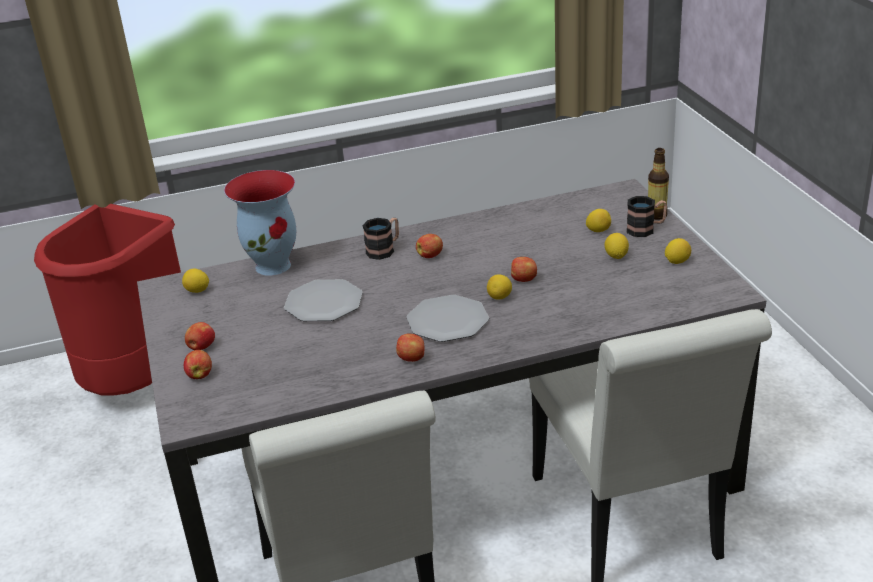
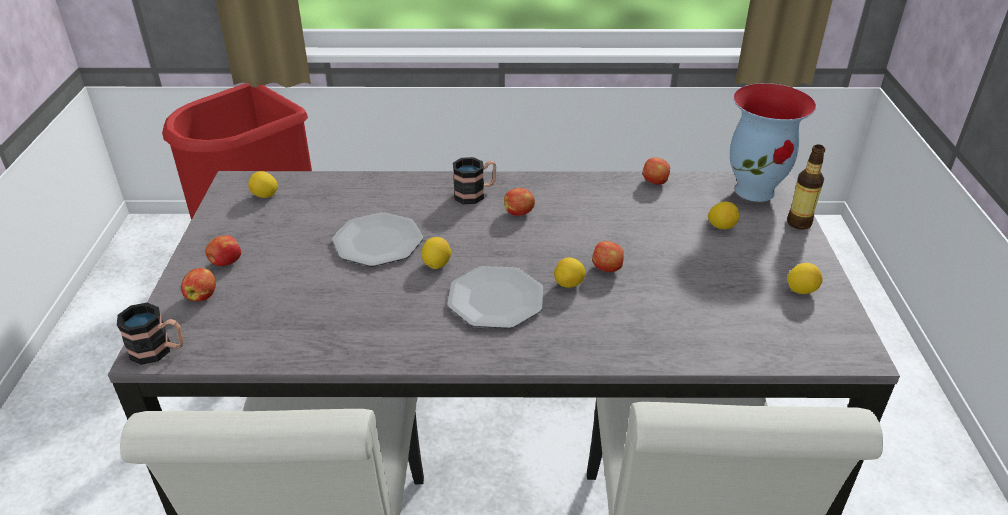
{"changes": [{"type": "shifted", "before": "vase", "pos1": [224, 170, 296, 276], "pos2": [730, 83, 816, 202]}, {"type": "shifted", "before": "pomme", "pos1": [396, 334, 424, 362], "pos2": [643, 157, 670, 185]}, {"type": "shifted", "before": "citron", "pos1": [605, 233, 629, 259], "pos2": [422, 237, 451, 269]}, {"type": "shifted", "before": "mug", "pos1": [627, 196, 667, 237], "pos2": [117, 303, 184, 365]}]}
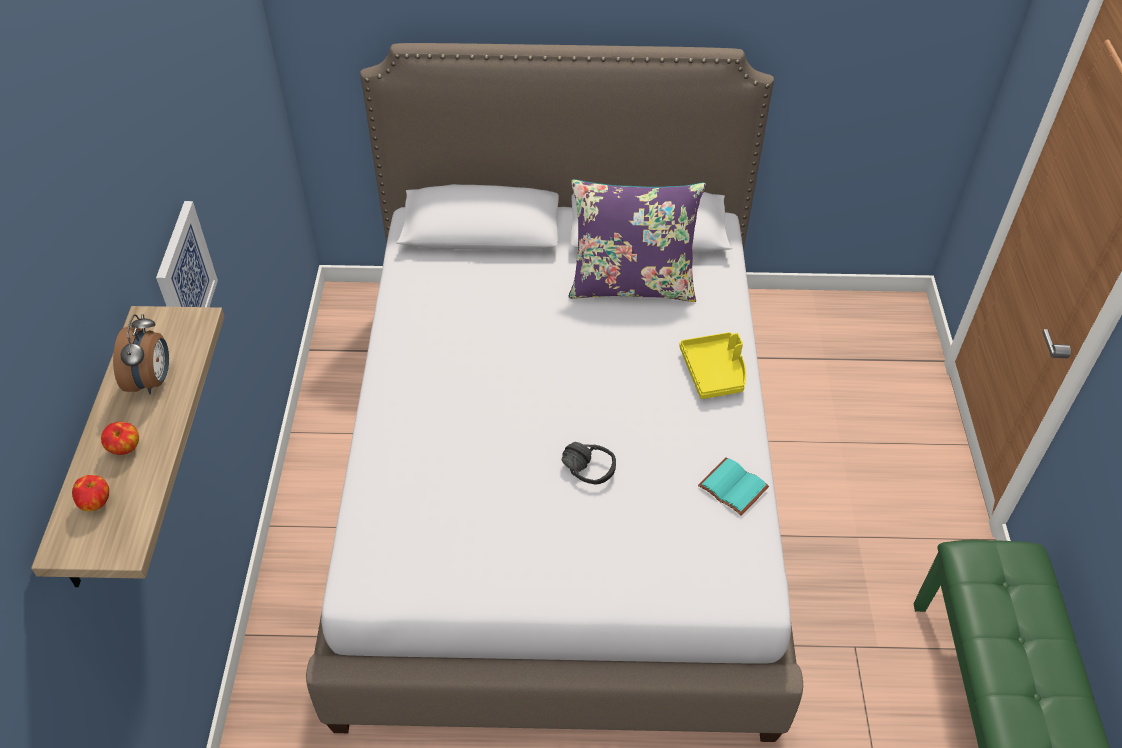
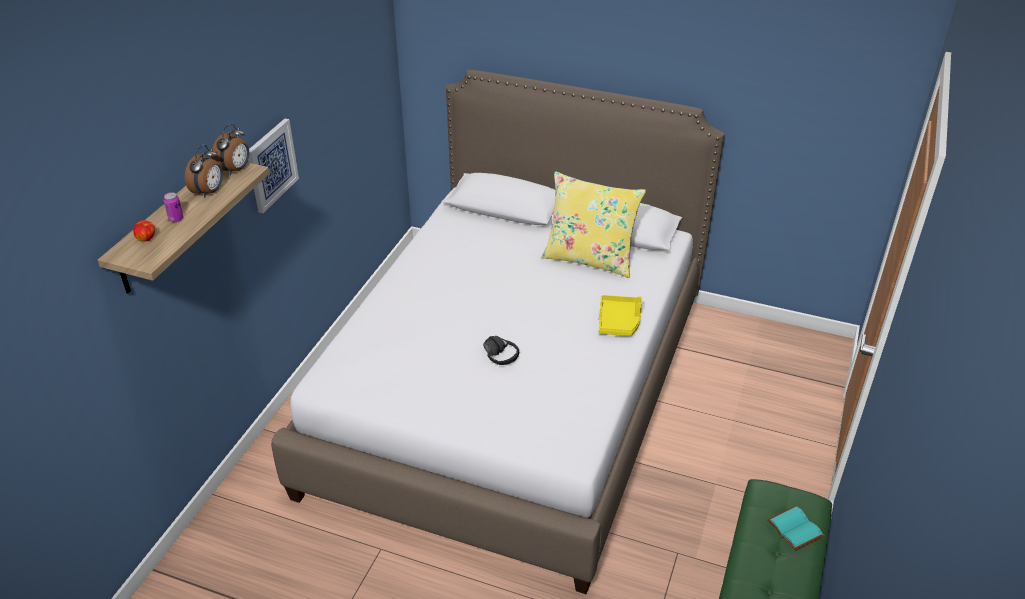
{"changes": [{"type": "new", "after": "réveil", "pos2": [212, 124, 249, 175]}, {"type": "shifted", "before": "livre (turquoise)", "pos1": [698, 457, 769, 516], "pos2": [767, 506, 824, 551]}, {"type": "swapped", "before": "pomme", "after": "boîte métallique", "pos1": [101, 422, 139, 455], "pos2": [163, 192, 184, 222]}, {"type": "repainted", "before": "coussin (violet)", "after": "coussin (jaune)", "pos1": [568, 179, 706, 302], "pos2": [542, 171, 646, 278]}]}
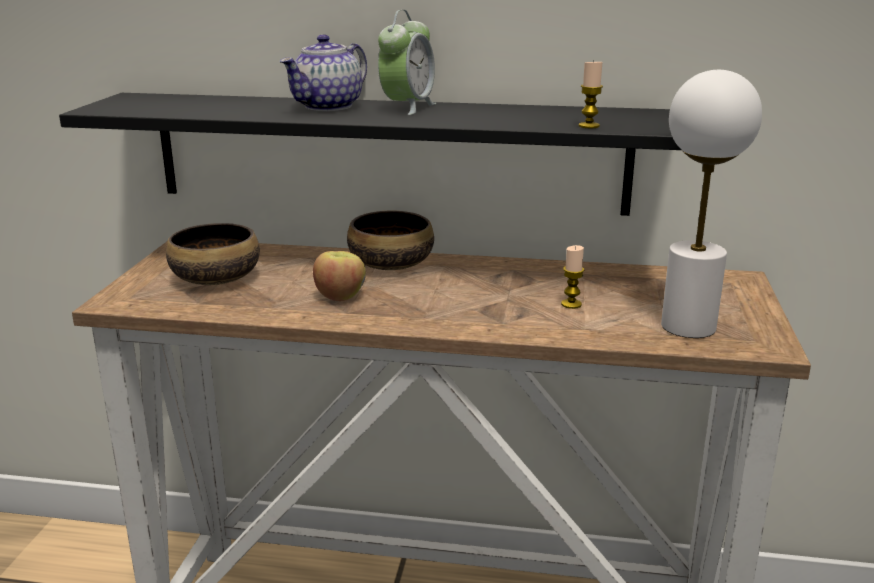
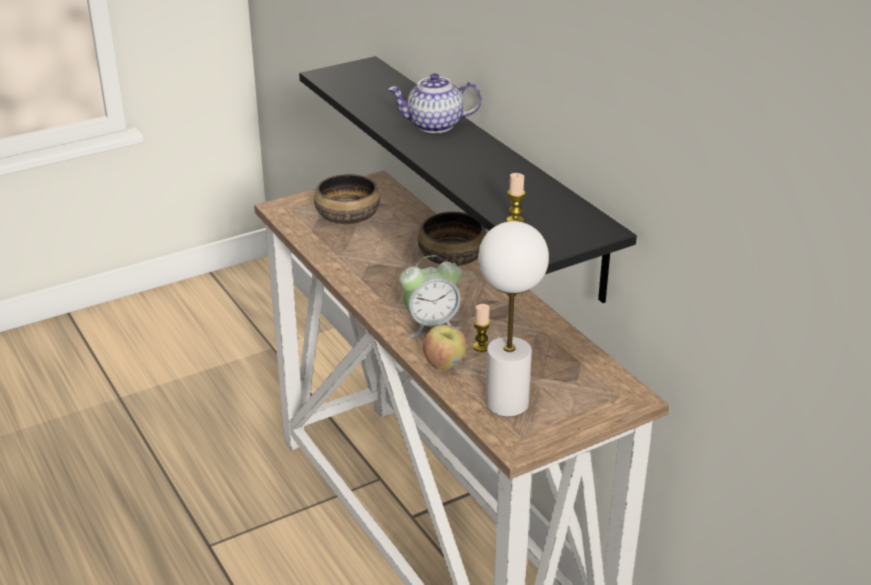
{"changes": [{"type": "shifted", "before": "pomme", "pos1": [313, 251, 366, 301], "pos2": [423, 325, 467, 369]}, {"type": "shifted", "before": "réveil", "pos1": [378, 10, 436, 115], "pos2": [399, 255, 462, 337]}]}
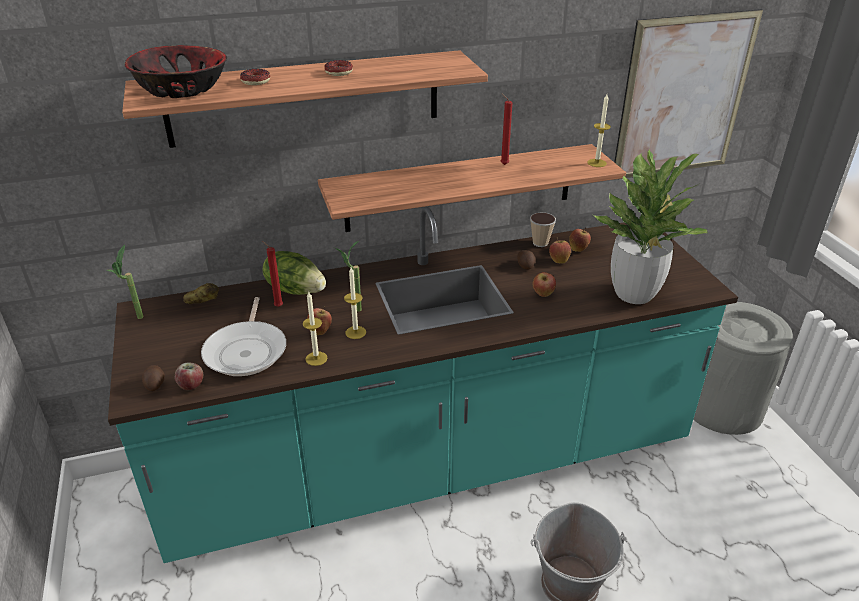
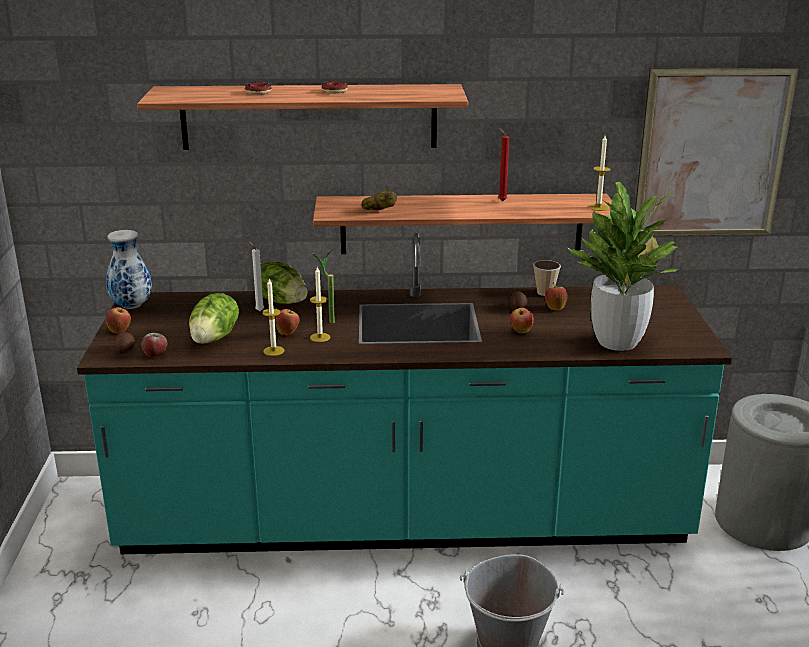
{"changes": [{"type": "gone", "before": "bol", "pos1": [125, 45, 227, 98]}, {"type": "shifted", "before": "pomme de terre", "pos1": [183, 283, 219, 304], "pos2": [361, 190, 397, 210]}, {"type": "shifted", "before": "pomme", "pos1": [569, 227, 591, 252], "pos2": [106, 306, 131, 333]}, {"type": "swapped", "before": "plante en pot", "after": "vase", "pos1": [107, 245, 143, 319], "pos2": [106, 230, 152, 309]}, {"type": "swapped", "before": "poêle", "after": "laitue", "pos1": [201, 297, 286, 376], "pos2": [189, 293, 239, 344]}, {"type": "repainted", "before": "bougie (rouge)", "after": "bougie (blanc)", "pos1": [262, 241, 283, 307], "pos2": [250, 242, 264, 311]}]}
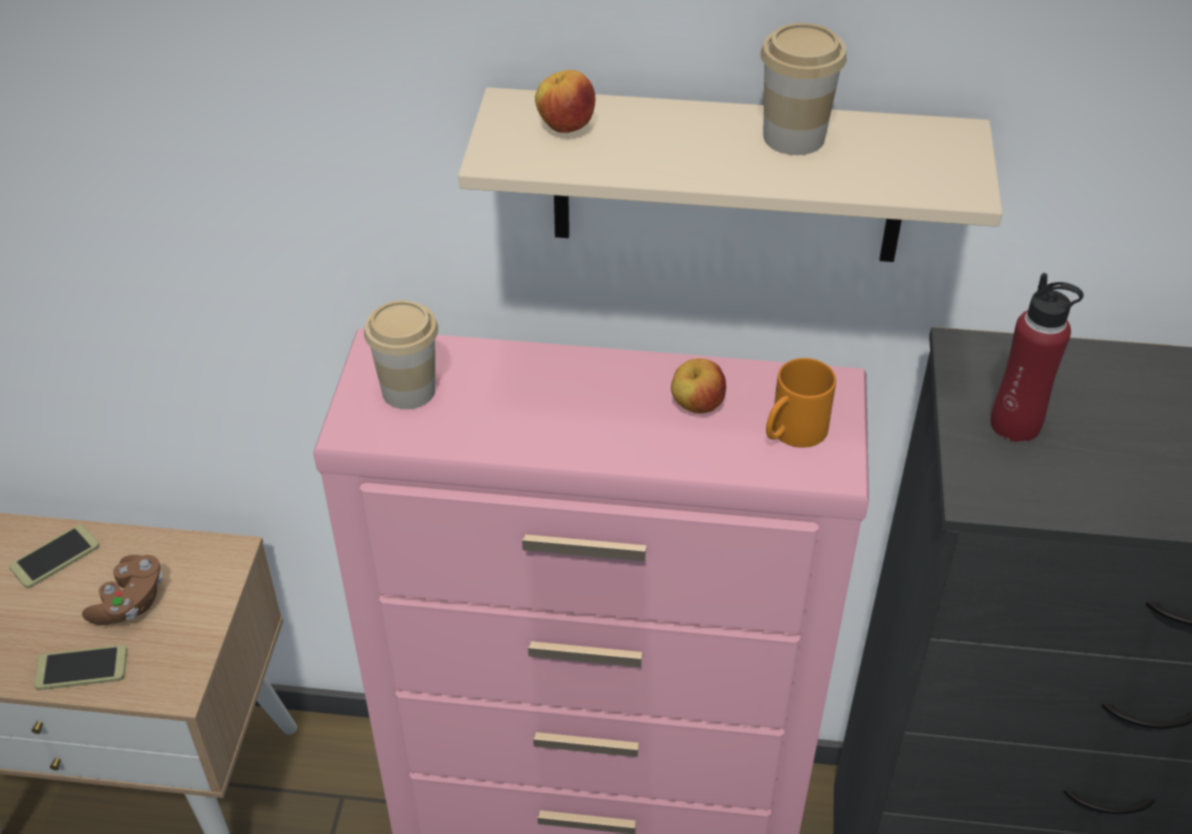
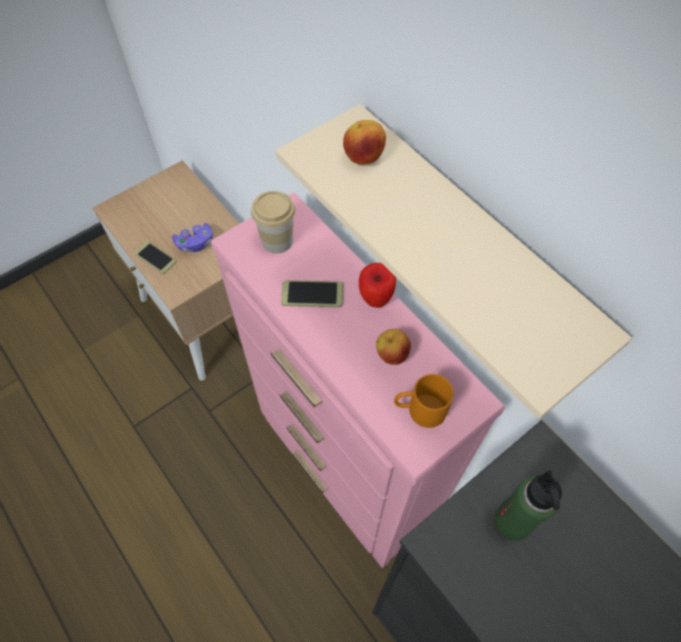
{"changes": [{"type": "gone", "before": "tasse", "pos1": [760, 23, 847, 155]}, {"type": "new", "after": "pomme", "pos2": [359, 263, 396, 308]}, {"type": "shifted", "before": "téléphone", "pos1": [9, 524, 99, 588], "pos2": [281, 280, 343, 307]}, {"type": "repainted", "before": "manette (marron)", "after": "manette (violet)", "pos1": [82, 555, 163, 625], "pos2": [172, 223, 213, 252]}, {"type": "repainted", "before": "bouteille (rouge)", "after": "bouteille (vert)", "pos1": [990, 273, 1083, 442], "pos2": [494, 470, 562, 541]}]}
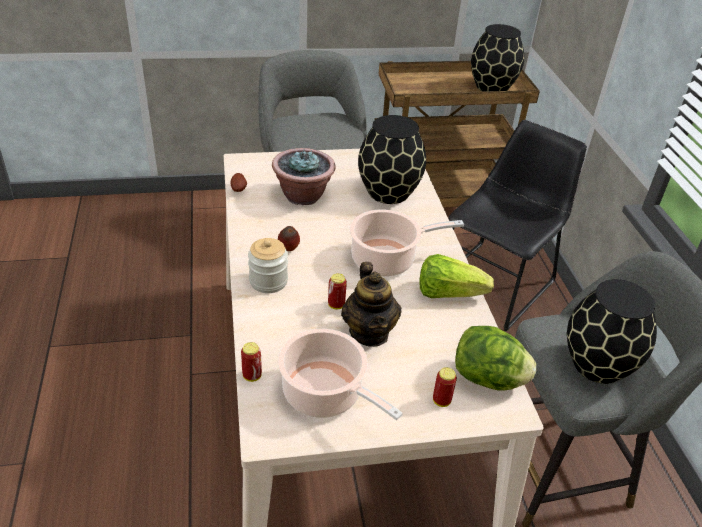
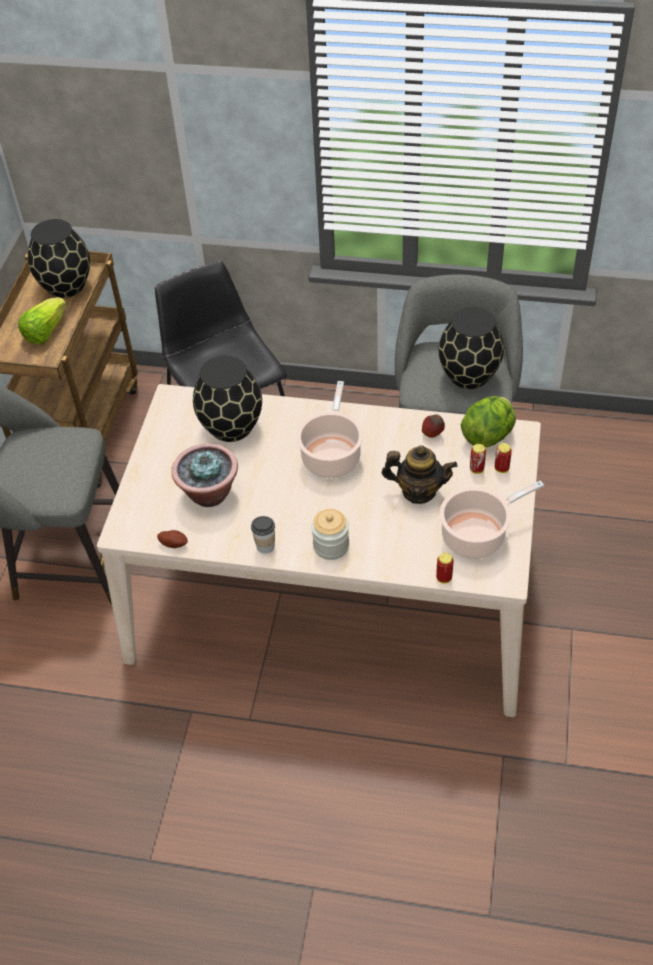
{"changes": [{"type": "new", "after": "tasse", "pos2": [251, 516, 275, 554]}, {"type": "shifted", "before": "pomme", "pos1": [278, 226, 300, 251], "pos2": [422, 414, 445, 438]}, {"type": "shifted", "before": "boîte métallique", "pos1": [328, 273, 347, 309], "pos2": [470, 444, 486, 474]}, {"type": "shifted", "before": "laitue", "pos1": [419, 254, 494, 298], "pos2": [18, 297, 66, 344]}]}
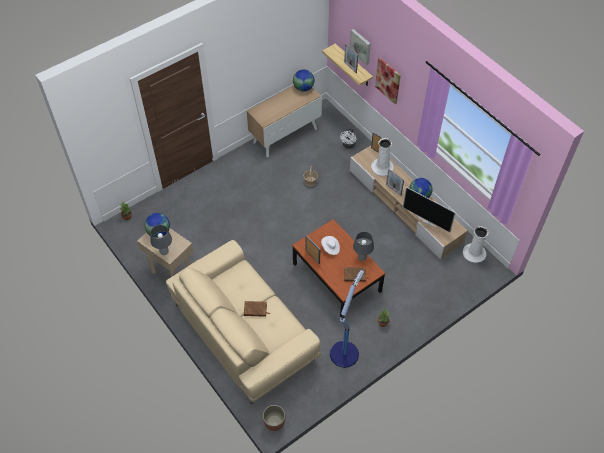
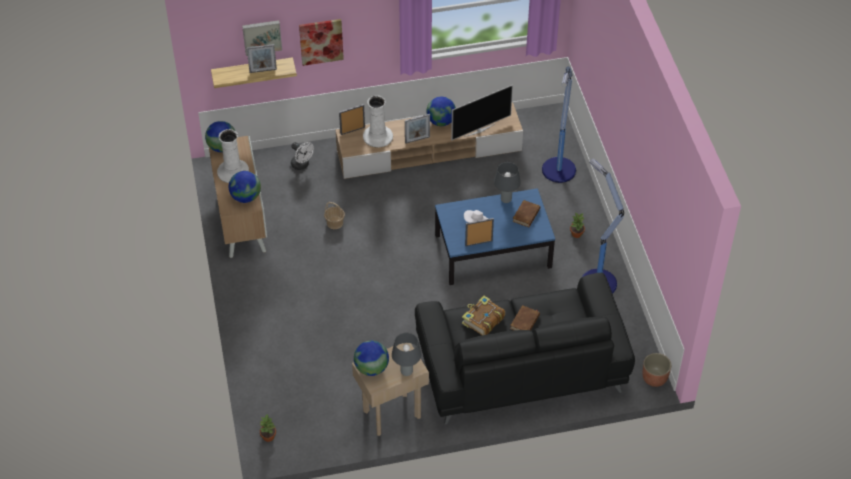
{"changes": [{"type": "new", "after": "globe", "pos2": [229, 171, 261, 203]}, {"type": "new", "after": "livre", "pos2": [462, 295, 505, 335]}, {"type": "new", "after": "lampadaire", "pos2": [542, 67, 576, 183]}, {"type": "shifted", "before": "vase (blanc)", "pos1": [463, 226, 488, 263], "pos2": [217, 129, 249, 183]}, {"type": "repainted", "before": "canapé (beige)", "after": "canapé (noir)", "pos1": [166, 240, 321, 404], "pos2": [415, 273, 635, 424]}, {"type": "repainted", "before": "table basse (marron)", "after": "table basse (bleu)", "pos1": [292, 219, 385, 318], "pos2": [435, 188, 555, 285]}]}
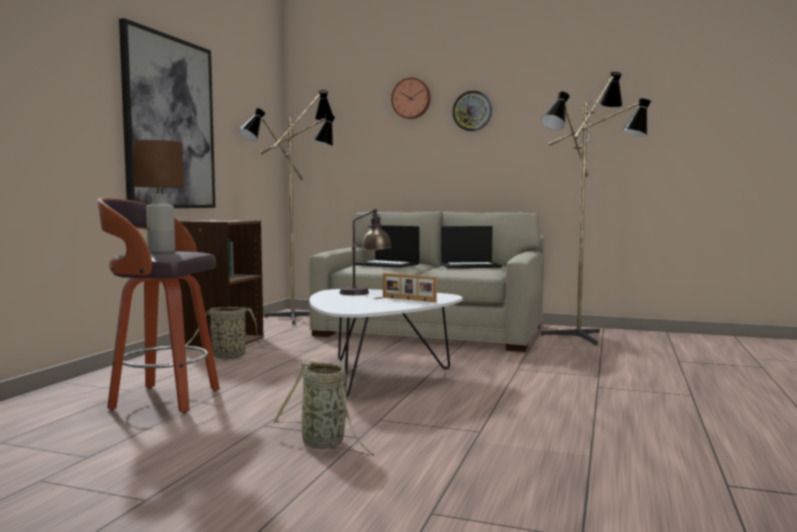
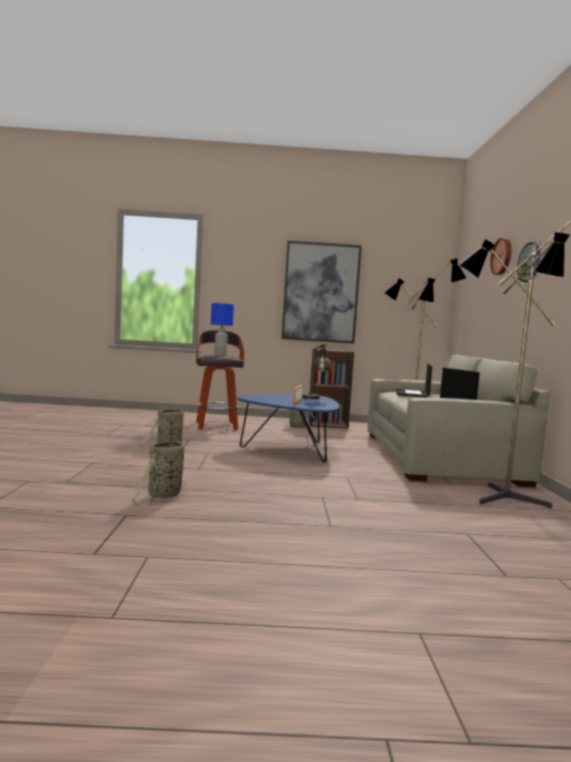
{"changes": [{"type": "new", "after": "panier", "pos2": [132, 440, 186, 507]}, {"type": "repainted", "before": "lampe de table (marron)", "after": "lampe de table (bleu)", "pos1": [132, 140, 184, 252], "pos2": [211, 303, 234, 356]}, {"type": "repainted", "before": "table basse (blanc)", "after": "table basse (bleu)", "pos1": [310, 289, 463, 397], "pos2": [237, 394, 339, 462]}]}
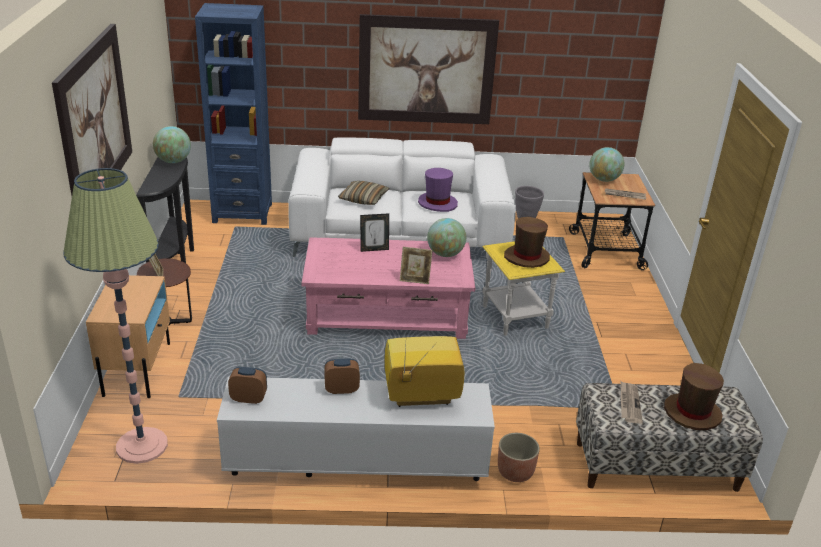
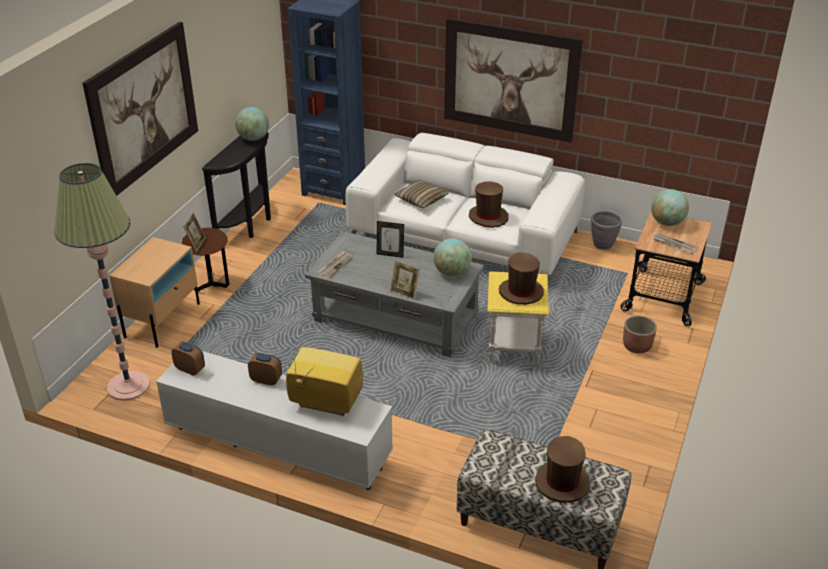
{"changes": [{"type": "shifted", "before": "cache-pot", "pos1": [498, 433, 540, 482], "pos2": [623, 316, 657, 354]}, {"type": "shifted", "before": "journal", "pos1": [621, 381, 643, 424], "pos2": [317, 250, 353, 279]}, {"type": "repainted", "before": "table basse (rose)", "after": "table basse (gris)", "pos1": [301, 237, 475, 339], "pos2": [305, 231, 484, 358]}, {"type": "repainted", "before": "chapeau (violet)", "after": "chapeau (marron)", "pos1": [418, 168, 458, 212], "pos2": [469, 182, 509, 228]}]}
